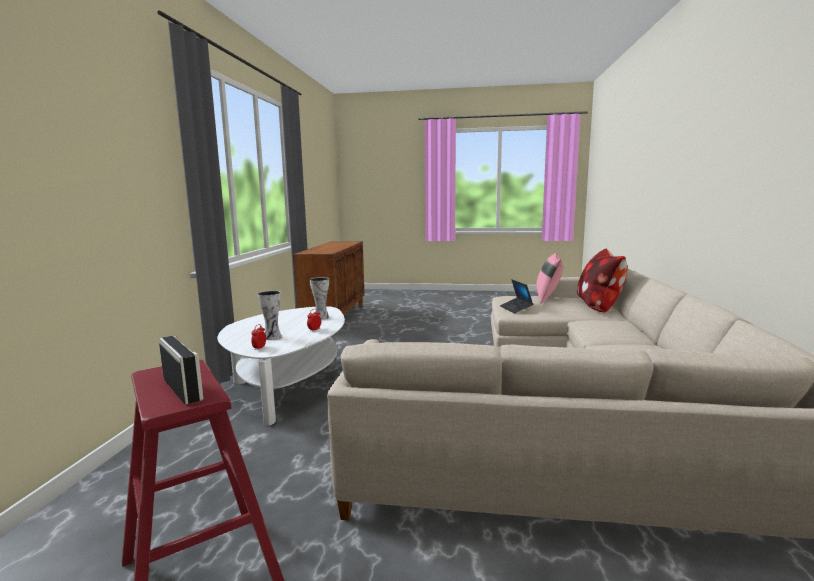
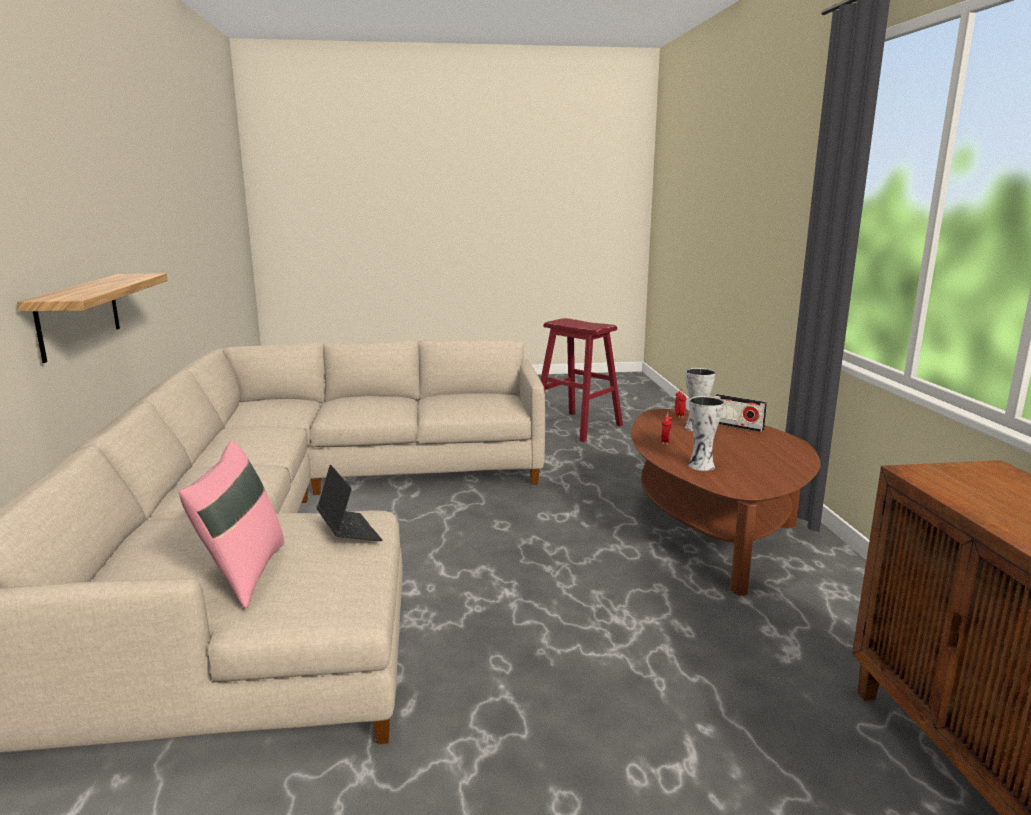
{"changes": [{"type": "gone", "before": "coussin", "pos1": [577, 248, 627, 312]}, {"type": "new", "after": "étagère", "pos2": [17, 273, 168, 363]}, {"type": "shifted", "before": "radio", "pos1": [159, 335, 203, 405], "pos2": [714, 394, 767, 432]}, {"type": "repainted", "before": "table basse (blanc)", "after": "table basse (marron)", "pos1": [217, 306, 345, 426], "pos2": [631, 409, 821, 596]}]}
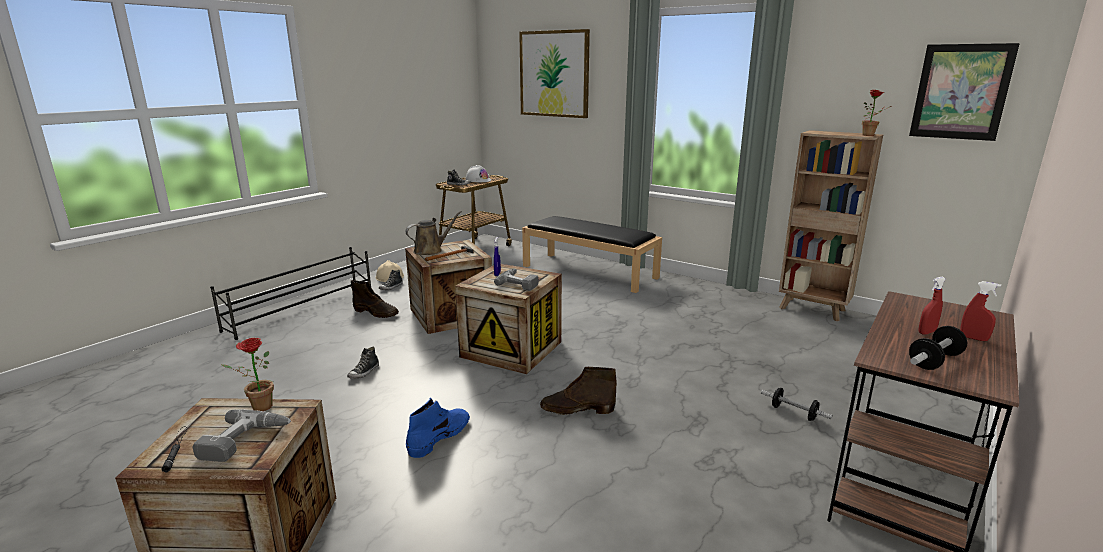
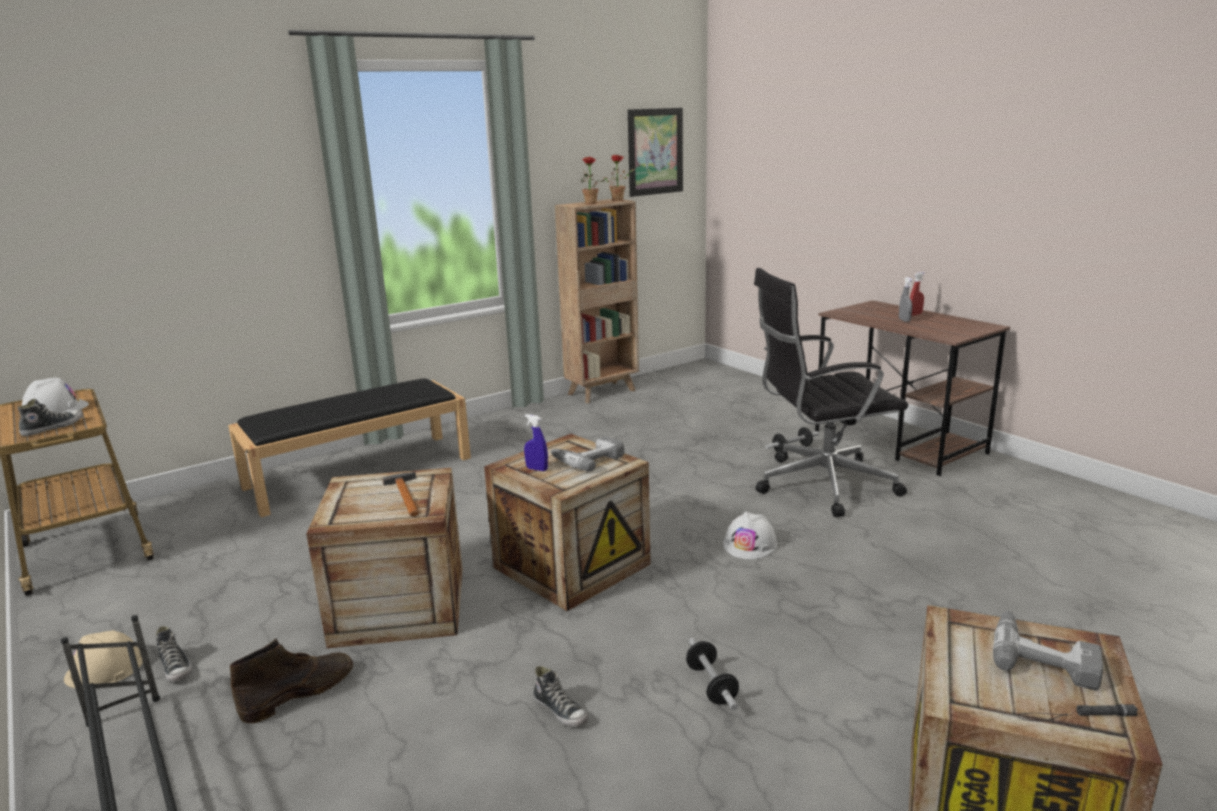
{"changes": [{"type": "gone", "before": "arrosoir (marron)", "pos1": [405, 211, 462, 255]}, {"type": "gone", "before": "botte (bleu)", "pos1": [406, 398, 470, 458]}, {"type": "gone", "before": "tableau", "pos1": [519, 29, 590, 118]}, {"type": "new", "after": "chaise de bureau (noir)", "pos2": [754, 268, 908, 517]}, {"type": "shifted", "before": "plante en pot", "pos1": [221, 338, 274, 411], "pos2": [581, 157, 604, 205]}, {"type": "shifted", "before": "haltère", "pos1": [909, 326, 967, 370], "pos2": [686, 638, 739, 710]}, {"type": "swapped", "before": "botte (marron)", "after": "casque de chantier (blanc)", "pos1": [540, 367, 617, 415], "pos2": [723, 512, 777, 559]}, {"type": "repainted", "before": "vaporisateur (rouge)", "after": "vaporisateur (gris)", "pos1": [918, 277, 946, 335], "pos2": [899, 277, 913, 322]}]}
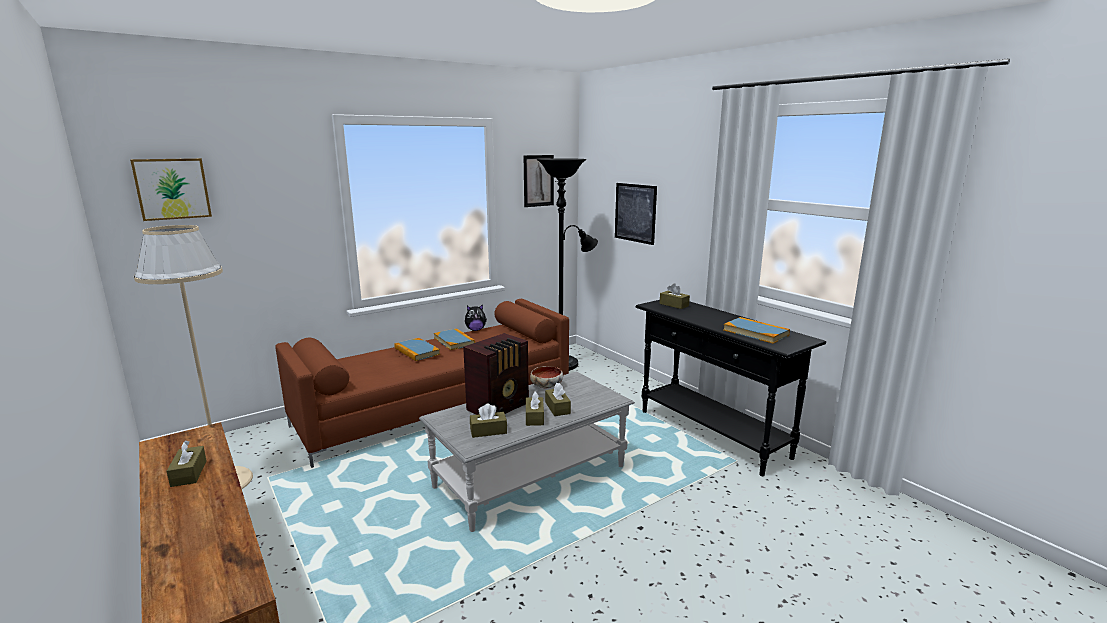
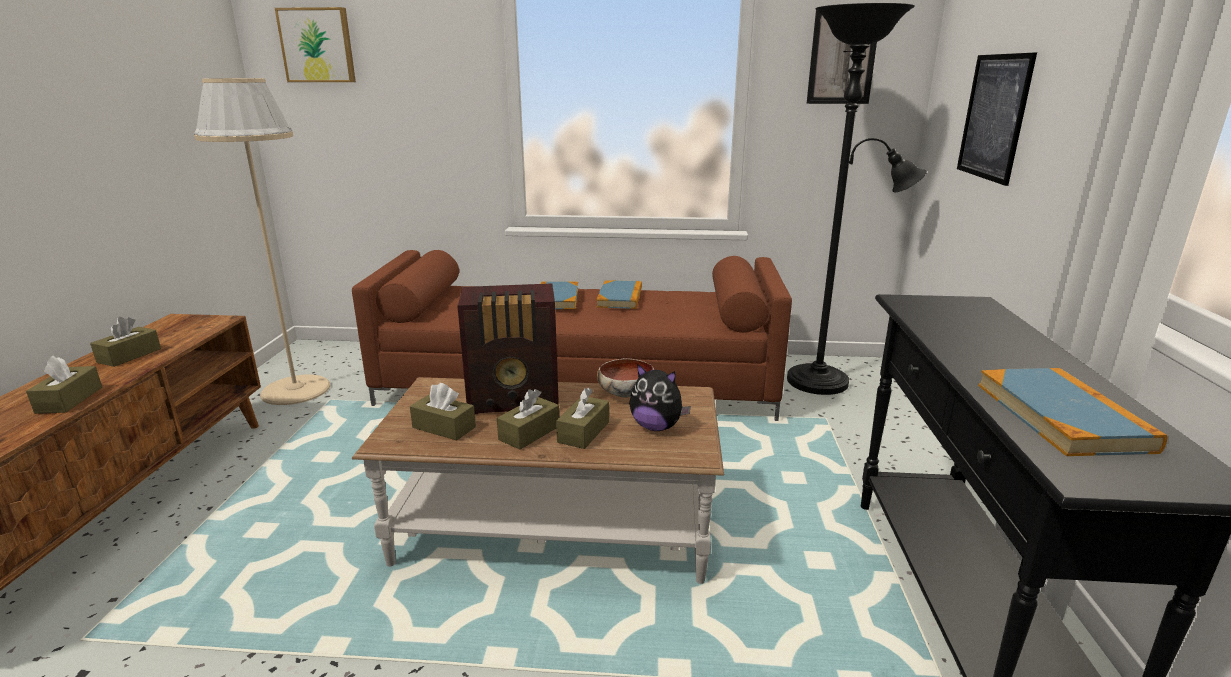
{"changes": [{"type": "shifted", "before": "peluche", "pos1": [465, 305, 487, 331], "pos2": [629, 364, 691, 431]}, {"type": "shifted", "before": "boîte à mouchoirs (marron)", "pos1": [659, 284, 690, 309], "pos2": [26, 356, 102, 414]}, {"type": "repainted", "before": "table basse (gris)", "after": "table basse (marron)", "pos1": [419, 371, 635, 532], "pos2": [352, 377, 724, 584]}]}
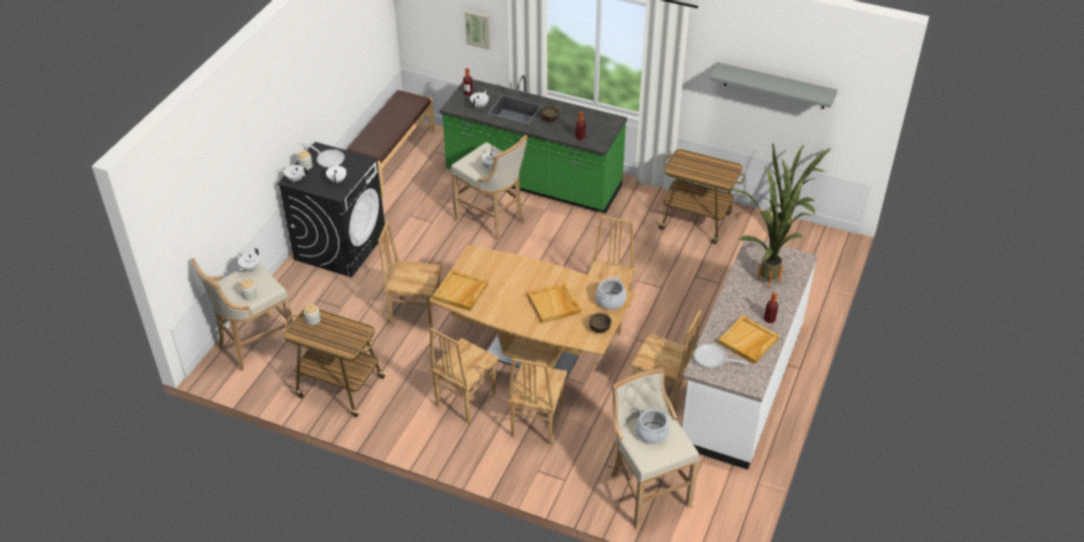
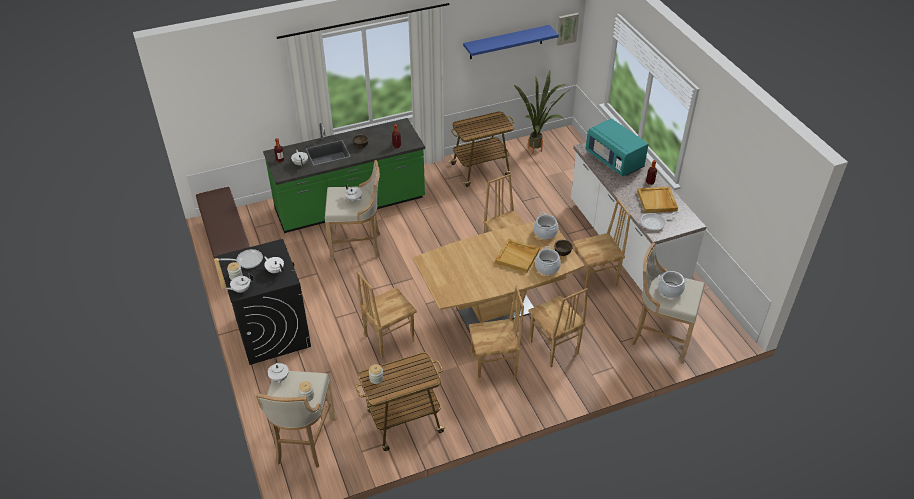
{"changes": [{"type": "gone", "before": "plateau (beige)", "pos1": [433, 270, 488, 311]}, {"type": "new", "after": "marmite", "pos2": [535, 246, 561, 275]}, {"type": "shifted", "before": "tableau", "pos1": [464, 10, 490, 50], "pos2": [556, 13, 579, 46]}, {"type": "swapped", "before": "plante en pot", "after": "micro-ondes (turquoise)", "pos1": [732, 159, 814, 289], "pos2": [586, 118, 649, 176]}, {"type": "repainted", "before": "étagère (gris)", "after": "étagère (bleu)", "pos1": [709, 62, 837, 109], "pos2": [463, 25, 559, 59]}, {"type": "rotated", "before": "chaise (marron)", "pos1": [430, 328, 499, 424], "pos2": [469, 285, 524, 383], "turn": -90}]}
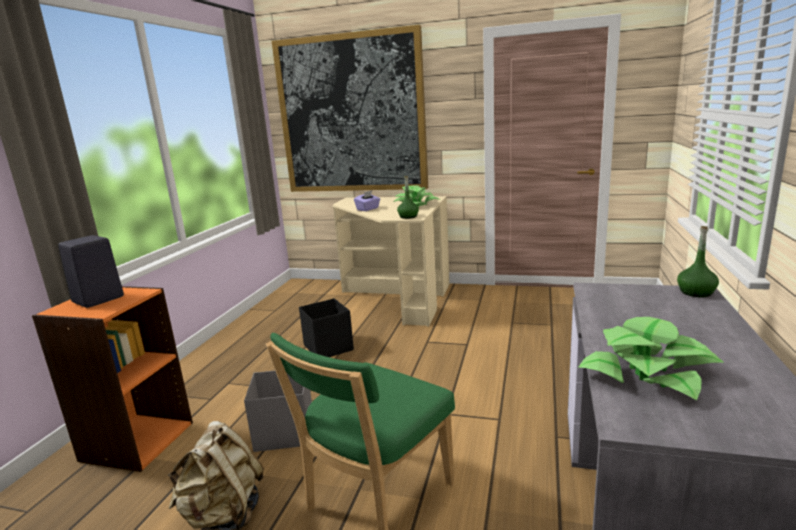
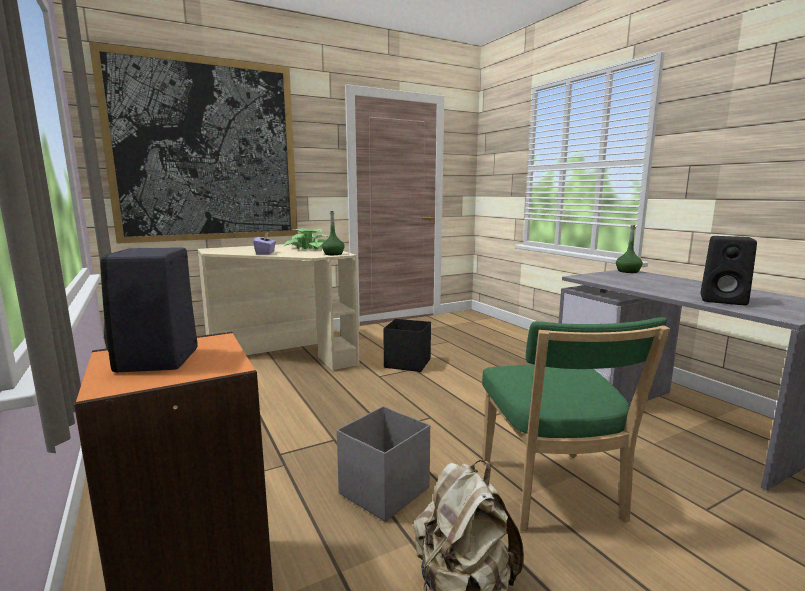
{"changes": [{"type": "shifted", "before": "boîte de rangement (noir)", "pos1": [299, 298, 354, 357], "pos2": [383, 319, 431, 372]}, {"type": "swapped", "before": "plante en pot", "after": "enceinte (noir)", "pos1": [578, 317, 724, 400], "pos2": [701, 236, 757, 305]}]}
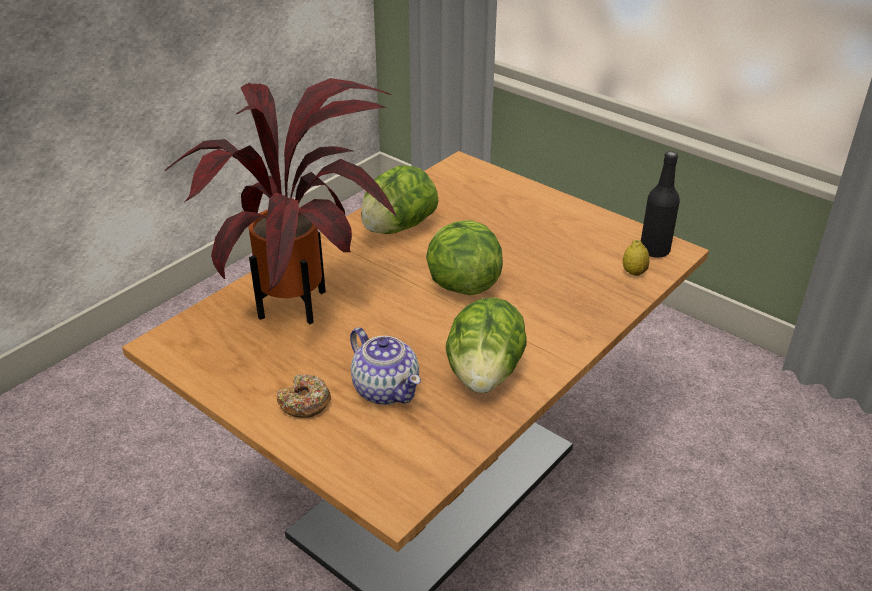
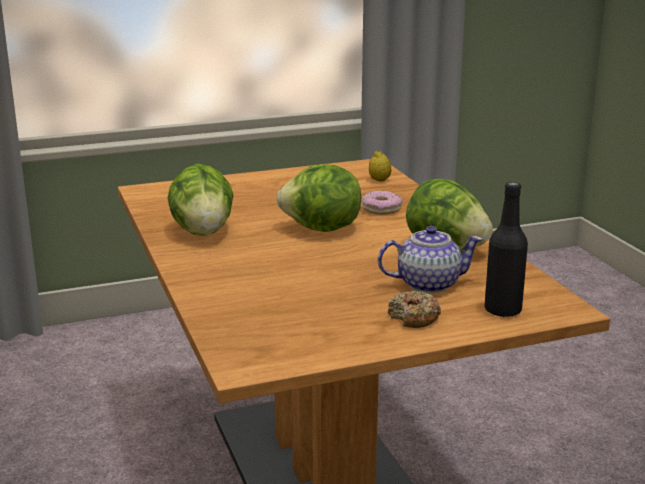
{"changes": [{"type": "gone", "before": "plante en pot", "pos1": [165, 78, 397, 324]}, {"type": "new", "after": "beignet", "pos2": [362, 191, 403, 215]}, {"type": "shifted", "before": "bouteille (noir)", "pos1": [641, 151, 680, 258], "pos2": [485, 182, 528, 318]}]}
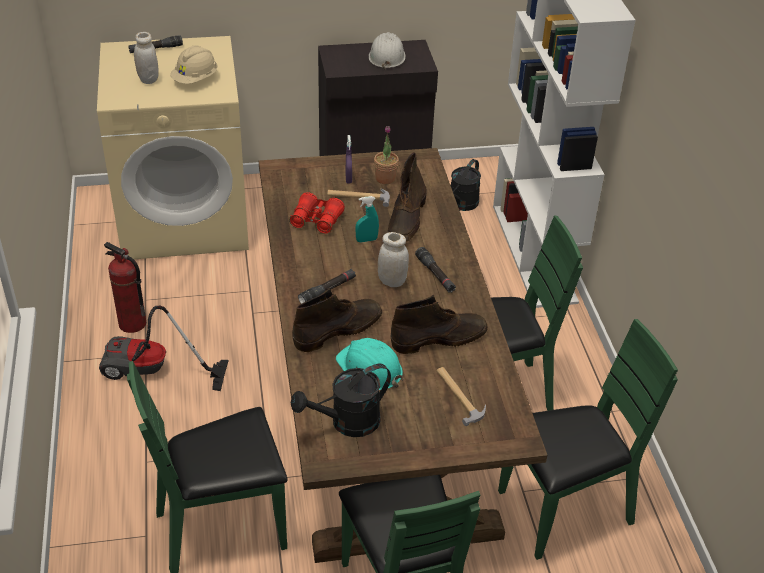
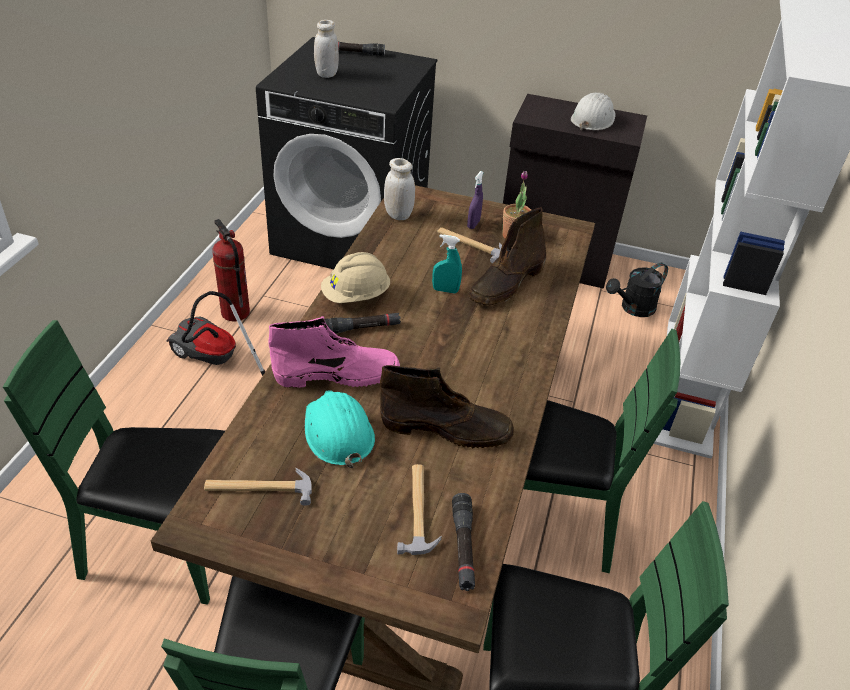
{"changes": [{"type": "gone", "before": "jumelles (rouge)", "pos1": [289, 192, 345, 234]}, {"type": "shifted", "before": "casque de chantier (beige)", "pos1": [170, 45, 218, 84], "pos2": [321, 252, 390, 303]}, {"type": "shifted", "before": "bocal (blanc)", "pos1": [378, 232, 409, 287], "pos2": [384, 158, 415, 220]}, {"type": "shifted", "before": "lampe de poche (noir)", "pos1": [415, 247, 456, 293], "pos2": [452, 493, 475, 591]}, {"type": "swapped", "before": "arrosoir (noir)", "after": "marteau", "pos1": [291, 364, 391, 437], "pos2": [204, 467, 312, 506]}, {"type": "repainted", "before": "lave-linge (beige)", "after": "lave-linge (noir)", "pos1": [97, 36, 249, 259], "pos2": [256, 37, 437, 269]}, {"type": "repainted", "before": "botte (marron)", "after": "botte (rose)", "pos1": [292, 288, 382, 352], "pos2": [269, 316, 400, 388]}]}
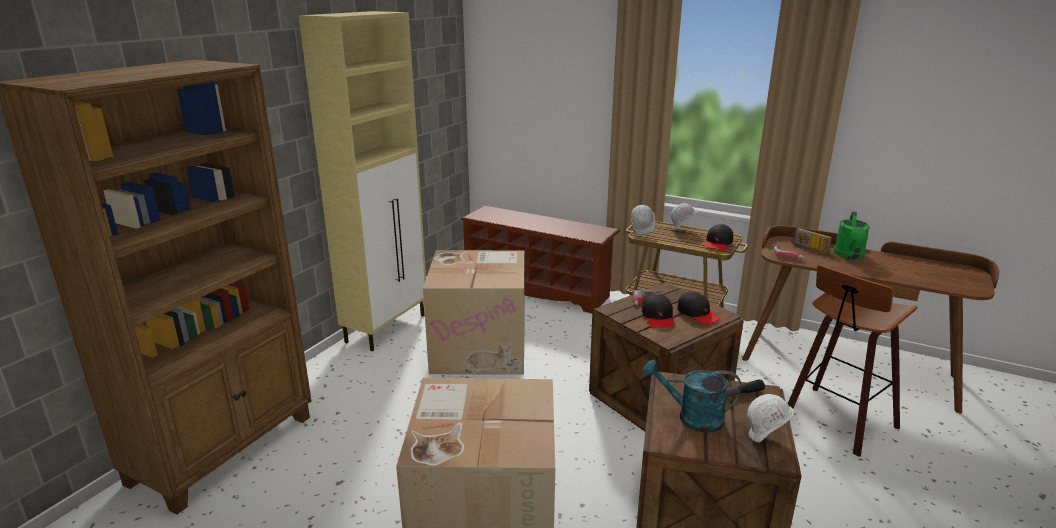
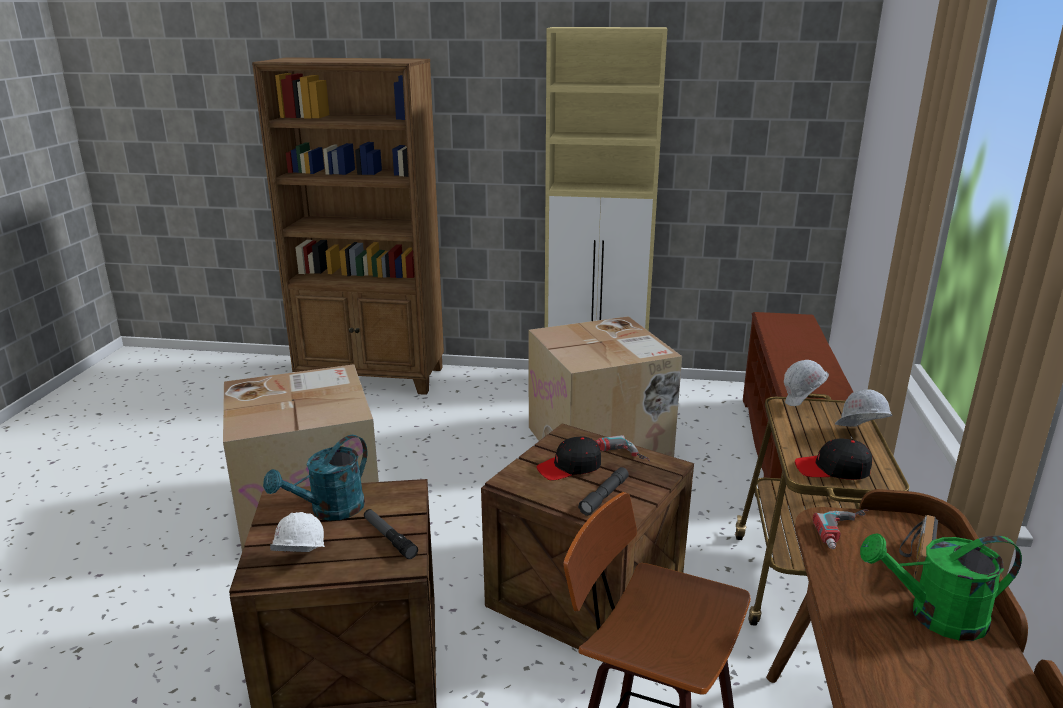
{"changes": [{"type": "swapped", "before": "casquette (noir)", "after": "lampe de poche (gris)", "pos1": [677, 291, 720, 325], "pos2": [578, 467, 629, 516]}, {"type": "rotated", "before": "arrosoir (turquoise)", "pos1": [643, 360, 741, 433], "pos2": [263, 435, 367, 521], "turn": -135}]}
